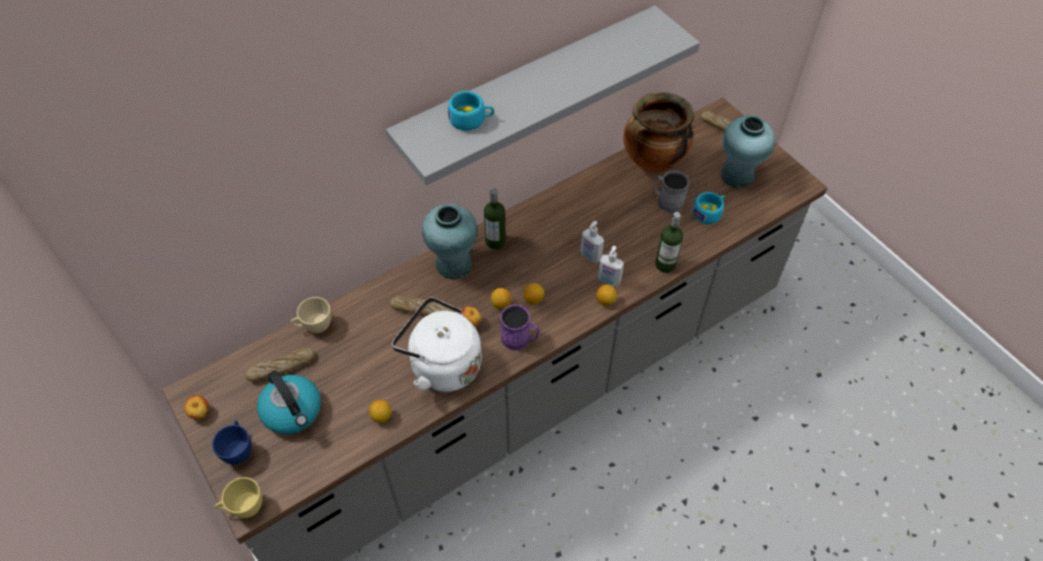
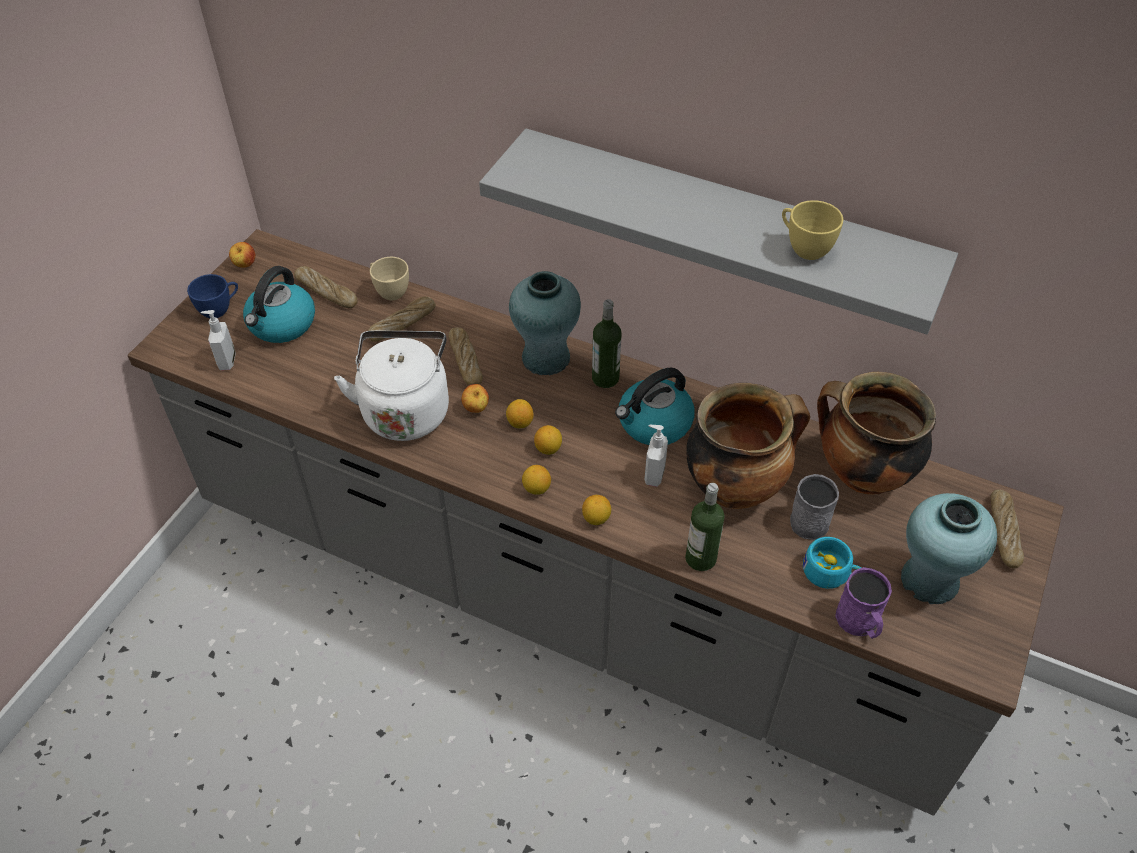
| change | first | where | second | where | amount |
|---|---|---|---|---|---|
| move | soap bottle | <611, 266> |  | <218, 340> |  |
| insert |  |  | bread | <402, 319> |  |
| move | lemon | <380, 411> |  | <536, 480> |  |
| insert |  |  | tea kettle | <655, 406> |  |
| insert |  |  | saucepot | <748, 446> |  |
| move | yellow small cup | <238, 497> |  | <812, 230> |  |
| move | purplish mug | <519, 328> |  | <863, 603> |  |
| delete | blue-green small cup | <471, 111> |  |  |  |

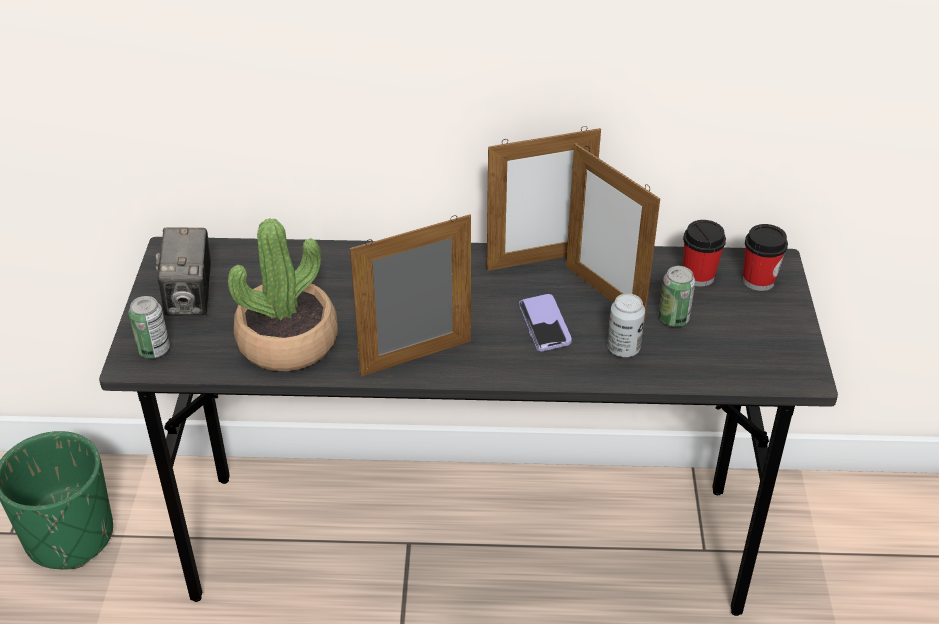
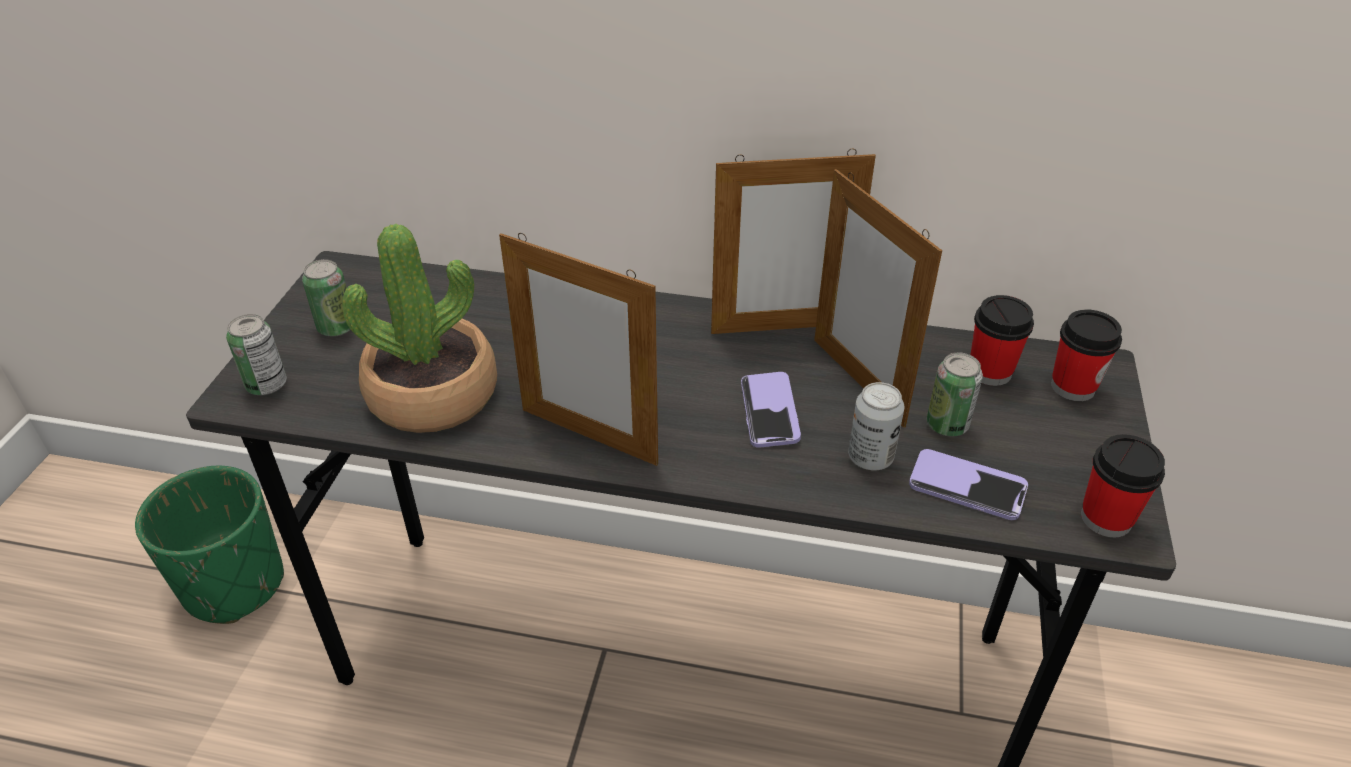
| change | first | where | second | where | amount |
|---|---|---|---|---|---|
| replace | photo camera | <183, 271> | sealed can | <326, 298> |  |
| rotate | picture frame | <410, 295> |  | <578, 349> | 135 degrees counterclockwise |
| insert |  |  | handset | <968, 484> |  |
| insert |  |  | small cup | <1123, 485> |  |

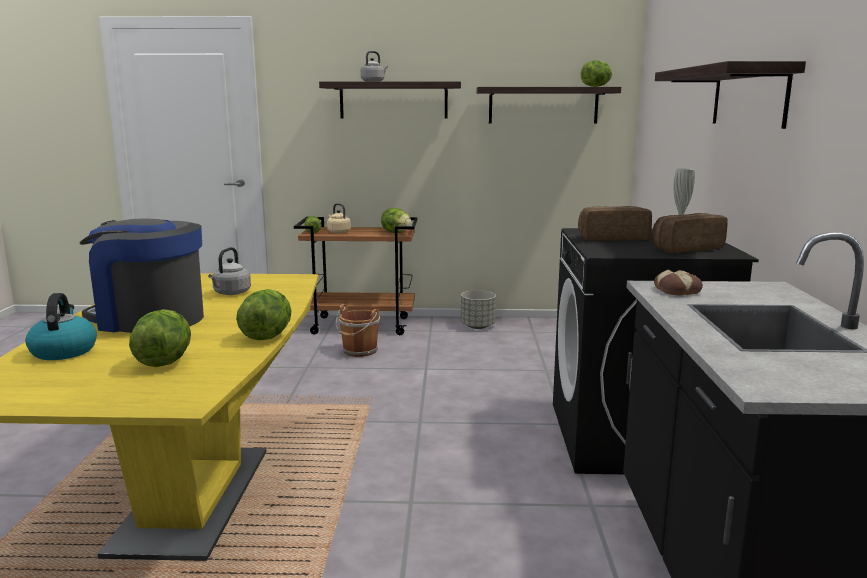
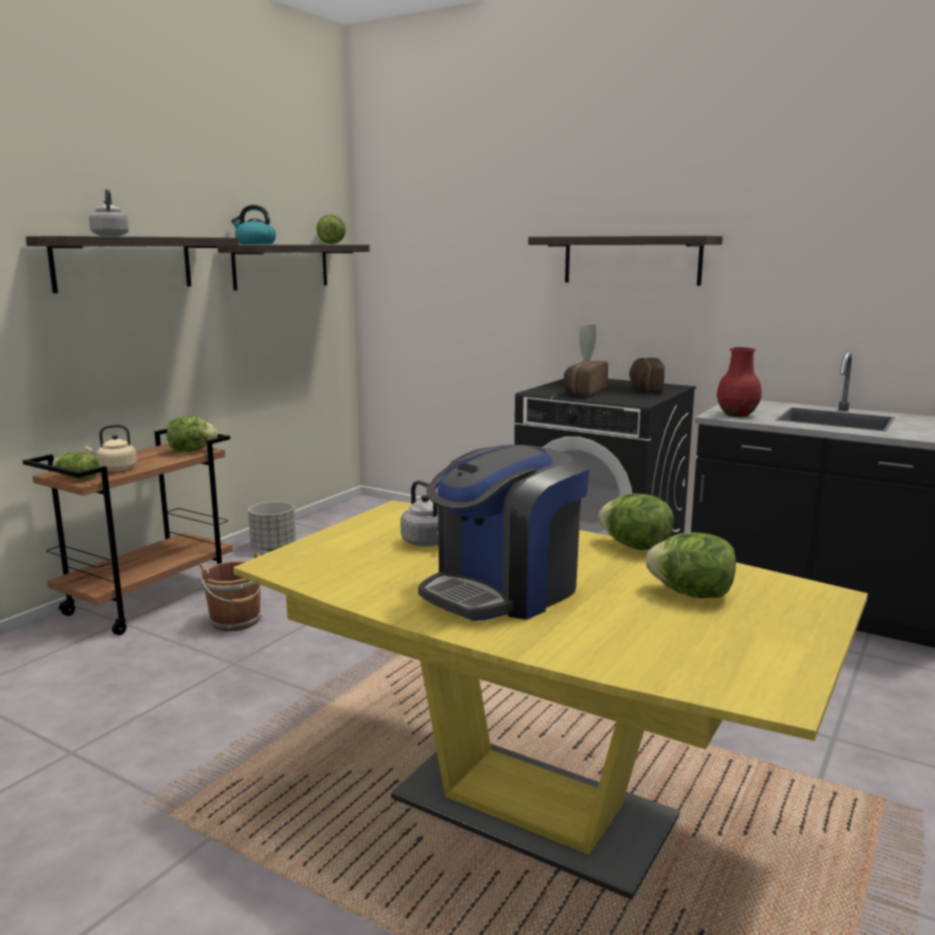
| change | first | where | second | where | amount |
|---|---|---|---|---|---|
| move | tea kettle | <61, 326> |  | <253, 224> |  |
| replace | bread | <678, 282> | reddish vase | <739, 382> |  |

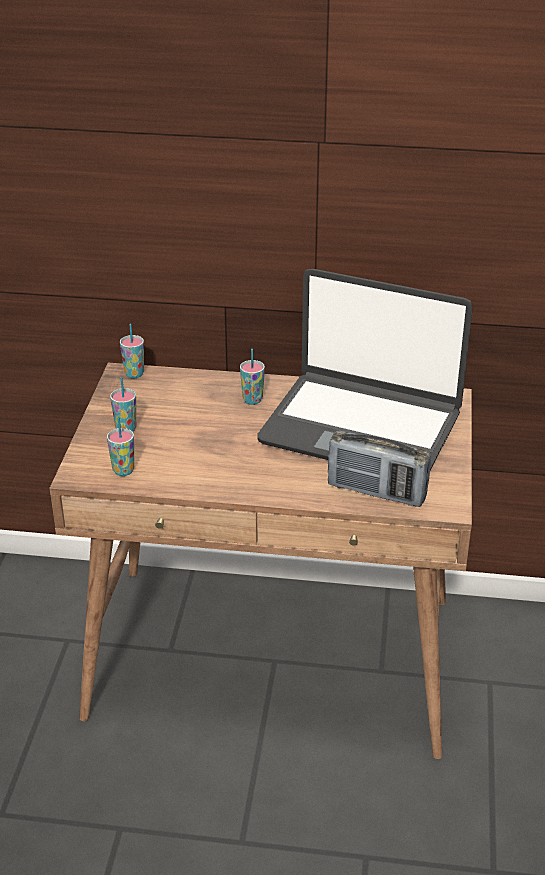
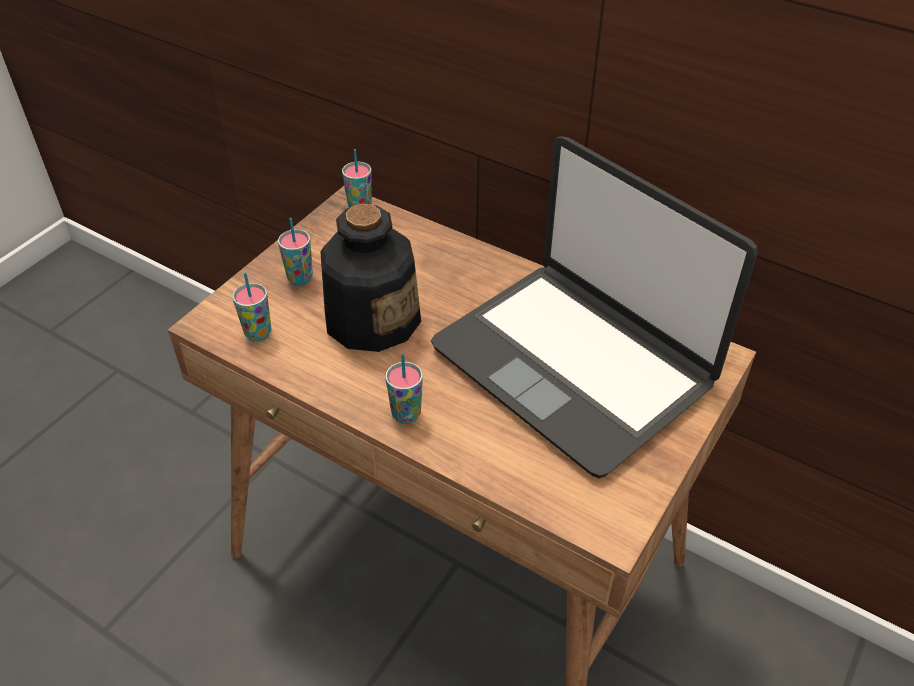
| change | first | where | second | where | amount |
|---|---|---|---|---|---|
| insert |  |  | drink bottle | <370, 278> |  |
| move | small cup | <252, 377> |  | <404, 388> |  |
| delete | radio receiver | <379, 468> |  |  |  |

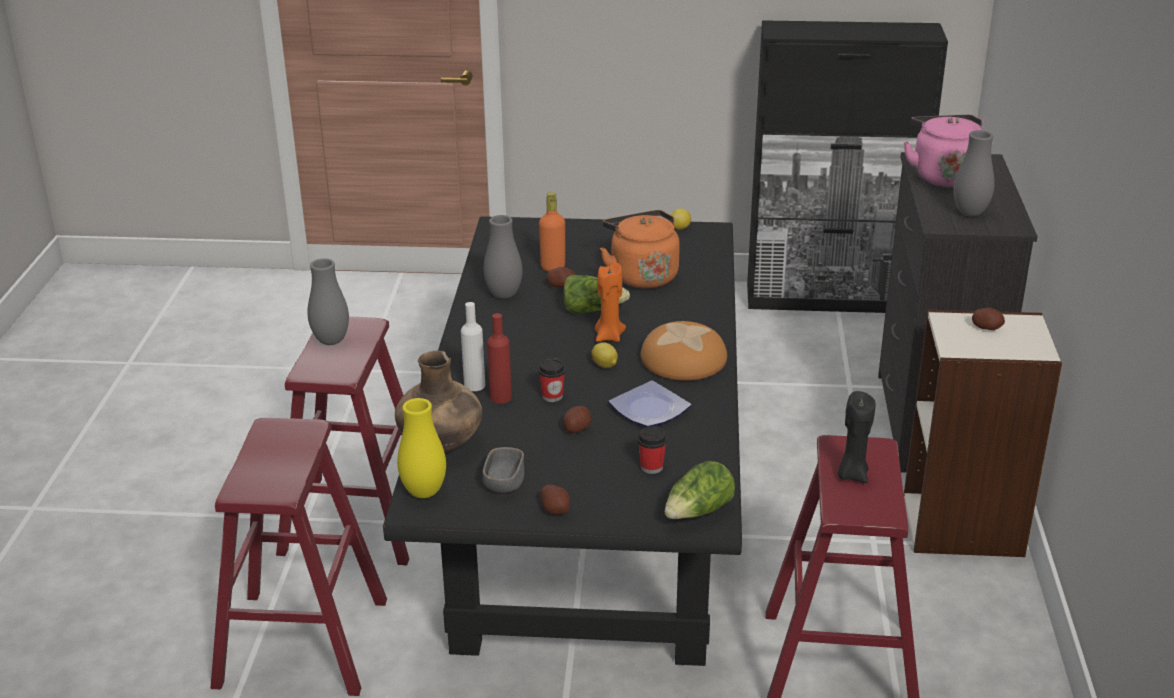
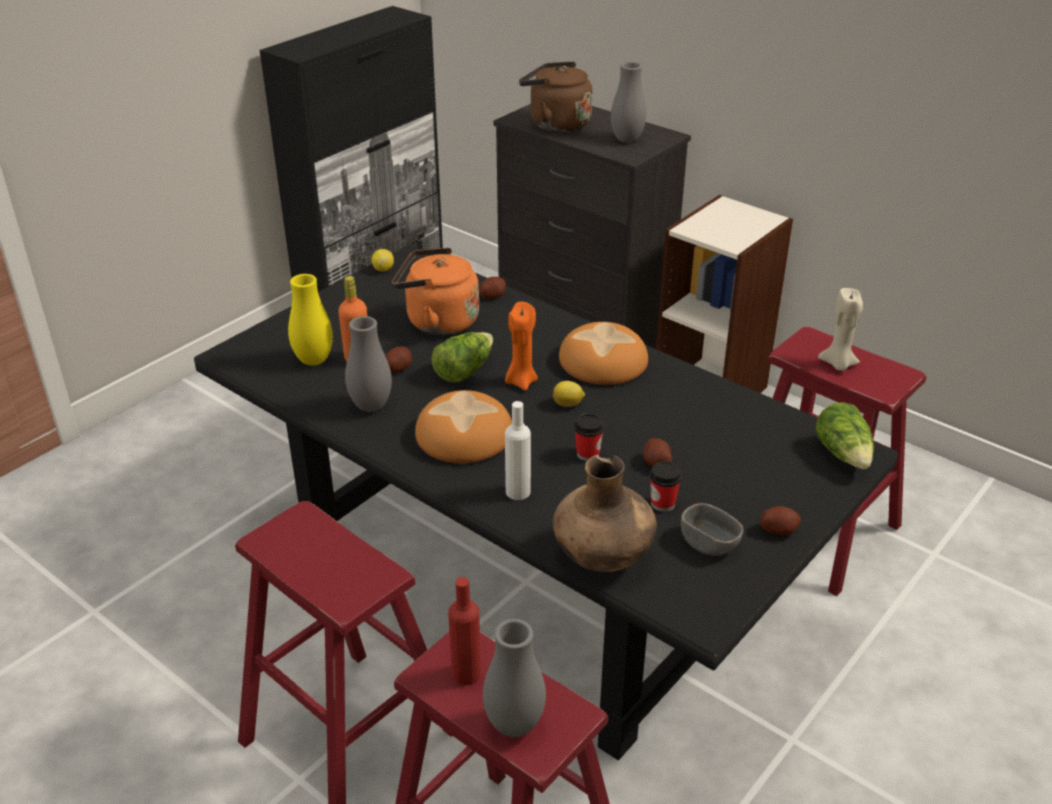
| change | first | where | second | where | amount |
|---|---|---|---|---|---|
| move | yellow vase | <421, 448> |  | <310, 320> |  |
| insert |  |  | bread | <463, 426> |  |
| move | reddish drink bottle | <499, 358> |  | <464, 631> |  |
| move | spud | <988, 318> |  | <492, 288> |  |
| move | grey vase | <328, 301> |  | <514, 678> |  |
| recolor | pink-coloured tea kettle | <943, 150> | brown tea kettle | <555, 97> |  |
| move | small cup | <652, 450> |  | <666, 486> |  |
| recolor | black wax candle | <856, 437> | sand-coloured wax candle | <840, 329> |  |
| delete | flat dish | <650, 404> |  |  |  |

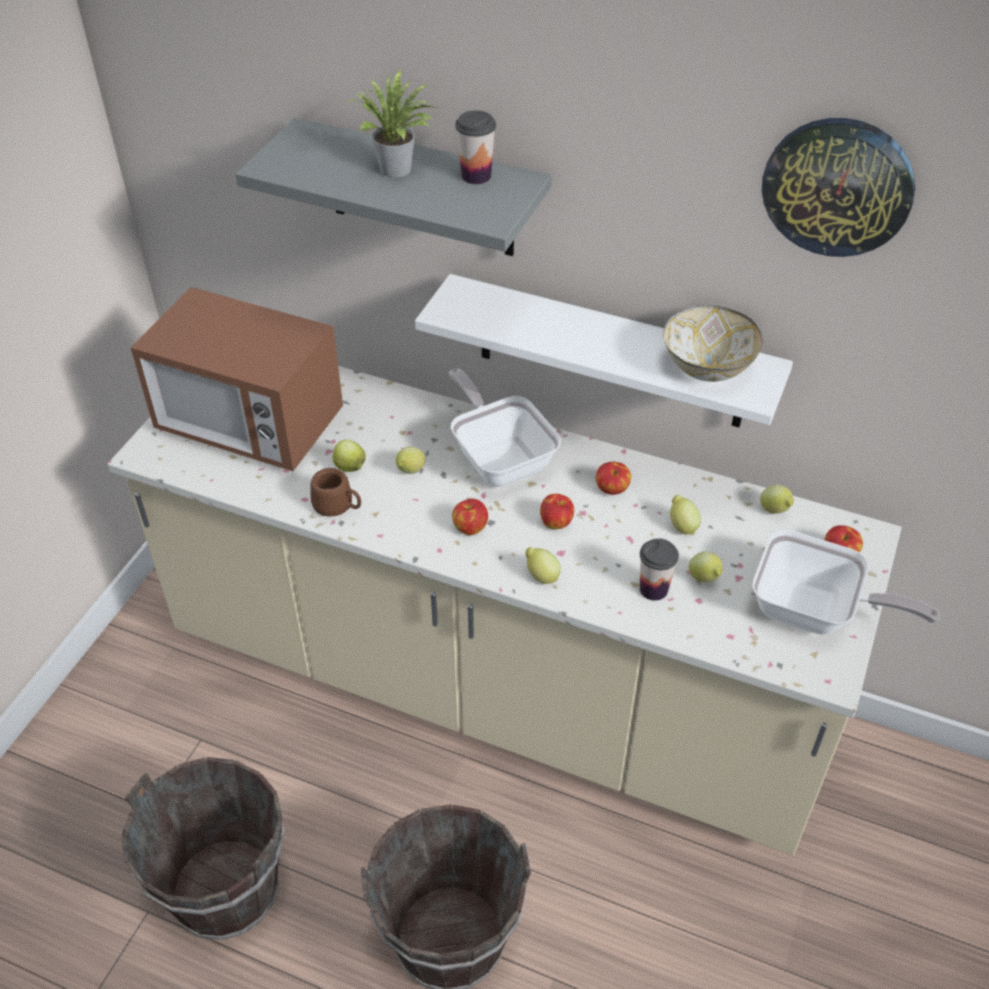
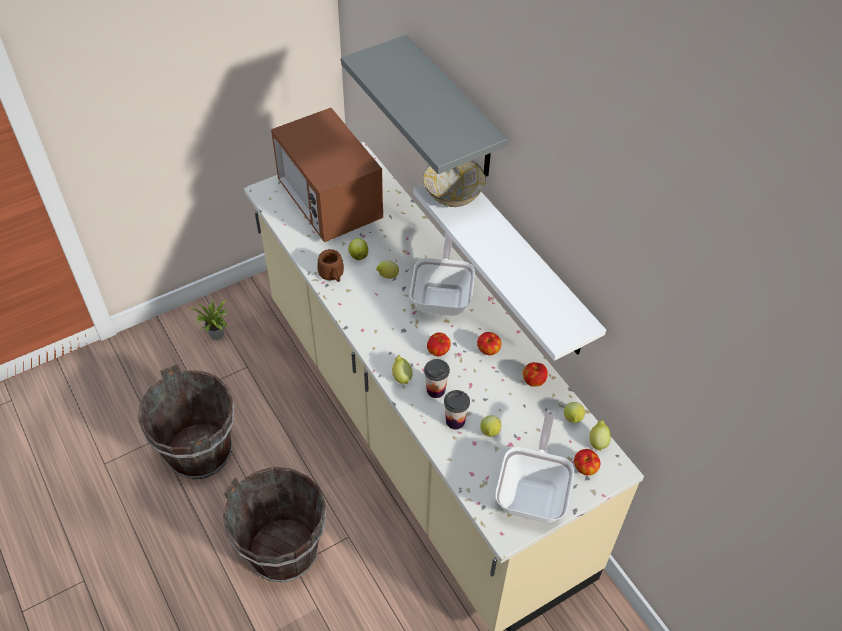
| change | first | where | second | where | amount |
|---|---|---|---|---|---|
| move | houseplant | <393, 123> |  | <207, 319> |  |
| move | serving bowl | <713, 343> |  | <454, 184> |  |
| move | small cup | <475, 147> |  | <437, 378> |  |
| rotate | skillet | <846, 582> |  | <534, 466> | 135 degrees counterclockwise |
| move | apple fruit | <470, 517> |  | <535, 374> |  |
| move | lemon | <685, 515> |  | <600, 435> |  |
| delete | clock on the wall | <838, 187> |  |  |  |

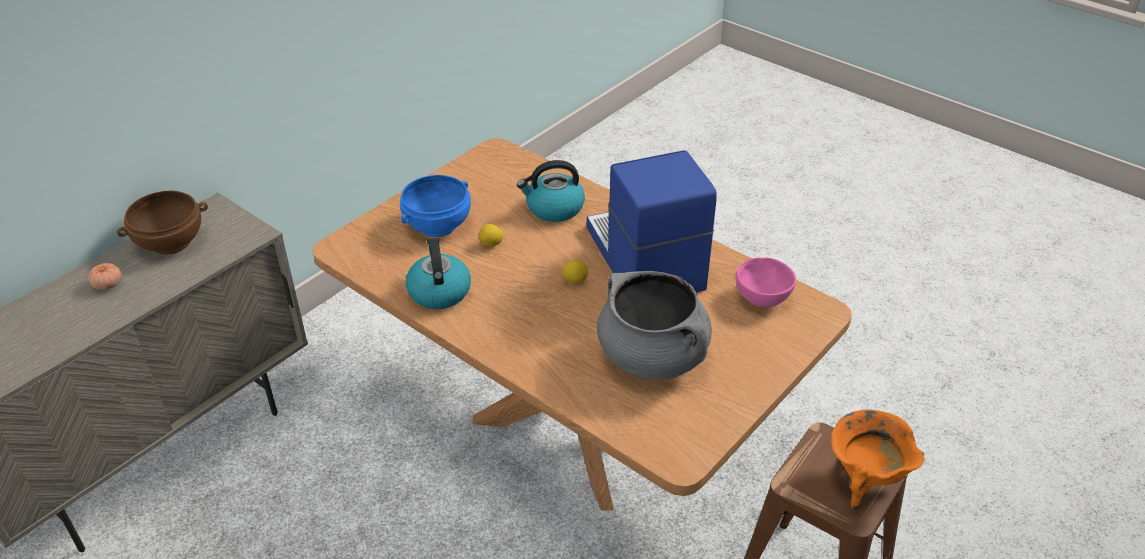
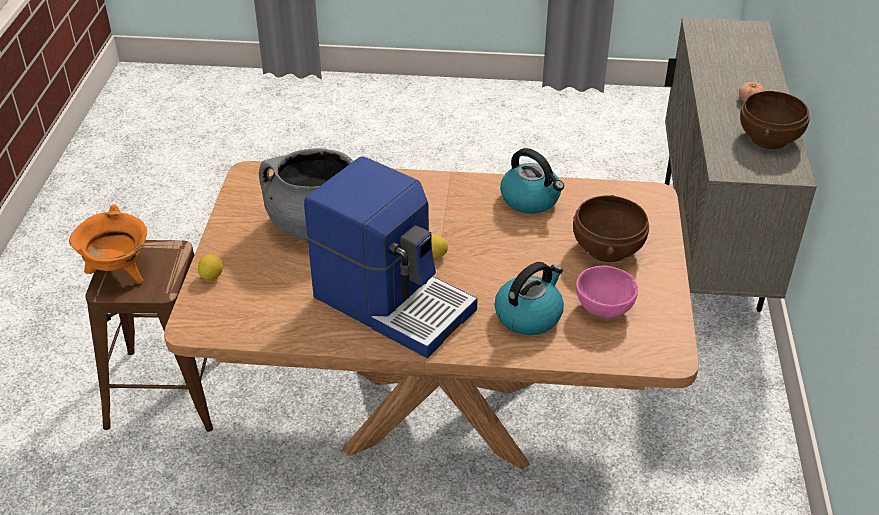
| change | first | where | second | where | amount |
|---|---|---|---|---|---|
| move | lemon | <491, 235> |  | <210, 267> |  |
| recolor | blue-coloured serving bowl | <435, 206> | brown serving bowl | <611, 228> |  |
| move | pink-coloured serving bowl | <765, 282> |  | <607, 291> |  |

